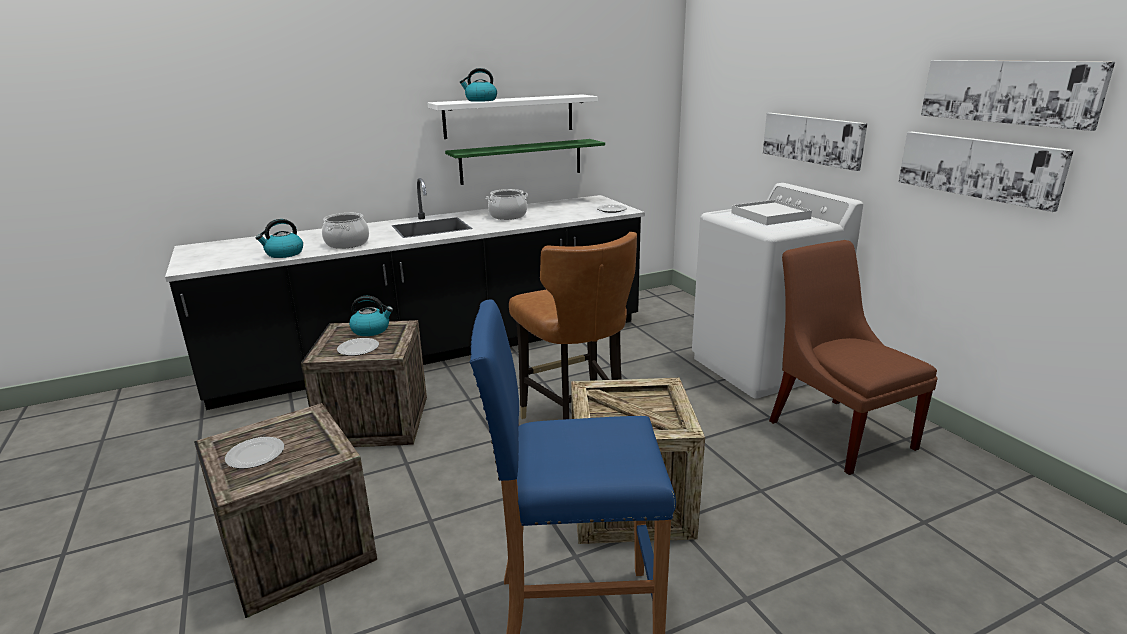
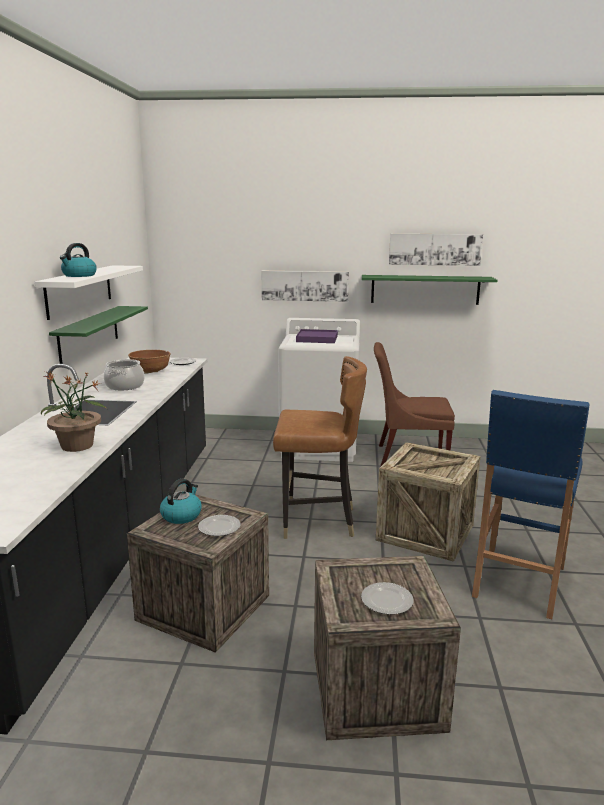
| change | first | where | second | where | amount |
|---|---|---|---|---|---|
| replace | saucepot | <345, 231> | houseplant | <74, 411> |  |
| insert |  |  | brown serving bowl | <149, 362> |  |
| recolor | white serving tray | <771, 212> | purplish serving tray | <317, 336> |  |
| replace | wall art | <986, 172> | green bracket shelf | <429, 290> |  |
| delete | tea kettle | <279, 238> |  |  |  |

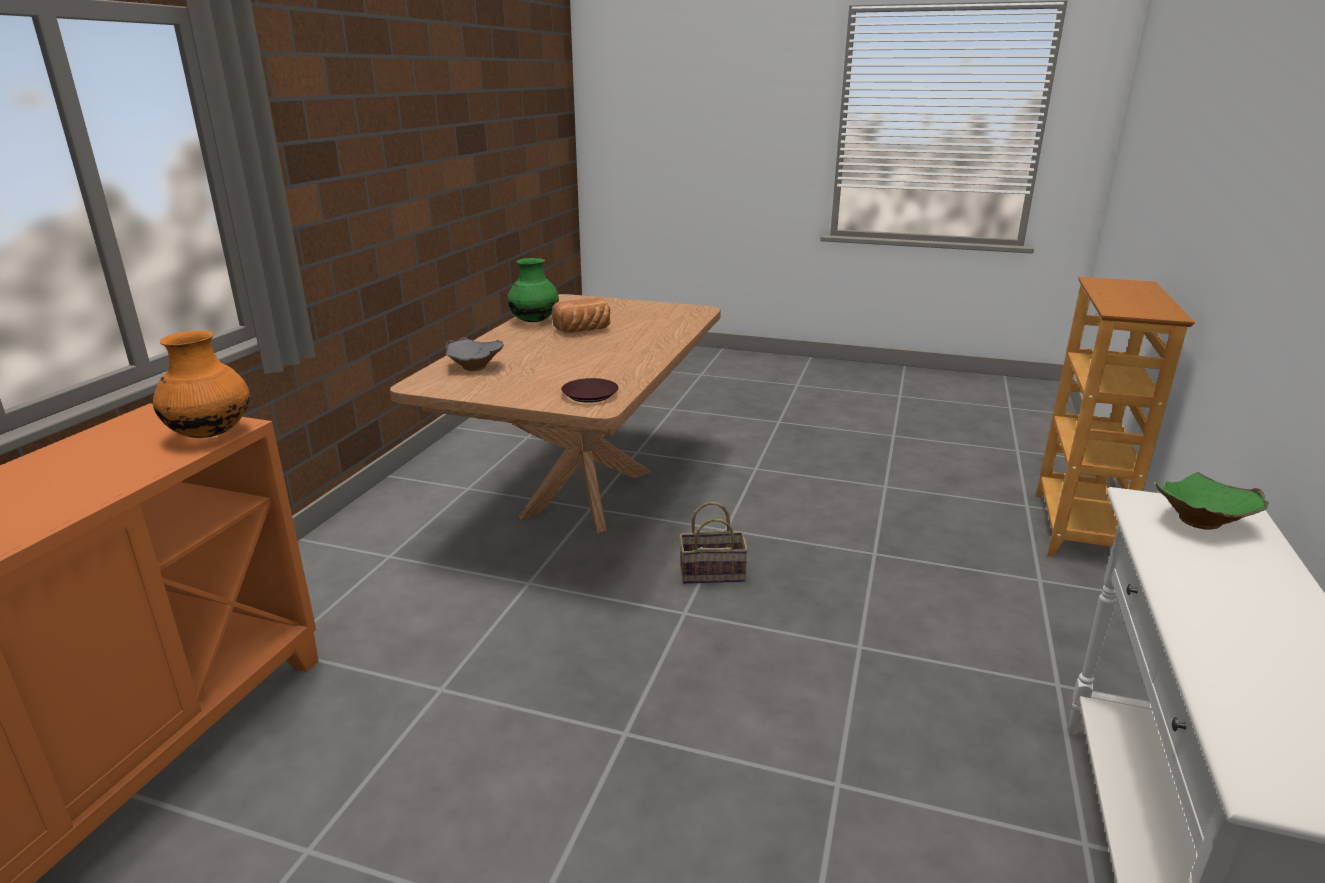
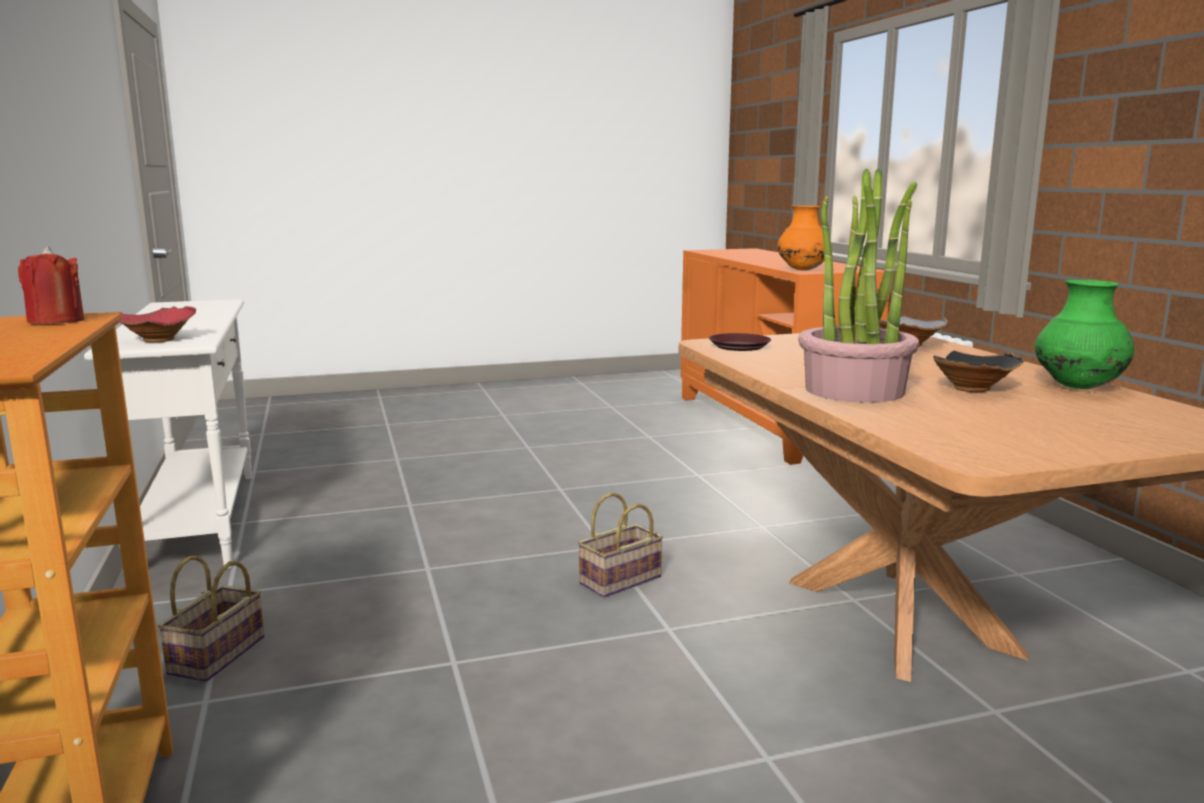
| change | first | where | second | where | amount |
|---|---|---|---|---|---|
| insert |  |  | reddish wax candle | <51, 285> |  |
| recolor | green serving bowl | <1212, 501> | reddish serving bowl | <157, 324> |  |
| insert |  |  | household basket | <211, 619> |  |
| insert |  |  | houseplant | <858, 285> |  |
| replace | bread | <581, 315> | black serving bowl | <978, 371> |  |

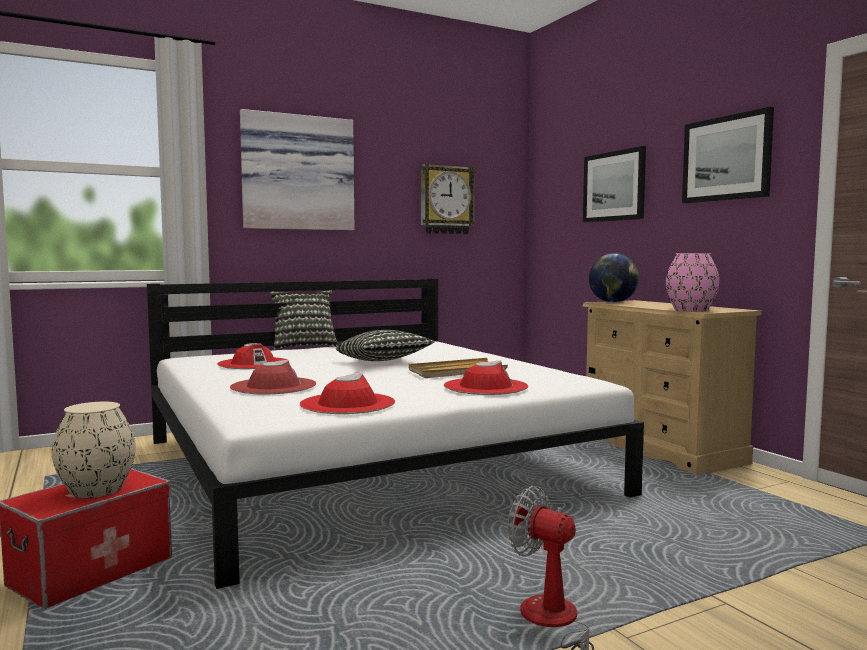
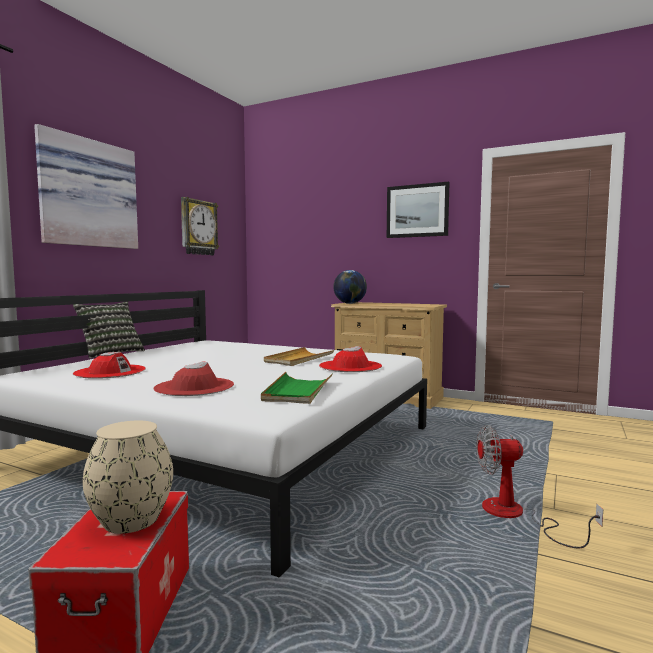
| change | first | where | second | where | amount |
|---|---|---|---|---|---|
| replace | reddish wearable hat | <347, 393> | green serving tray | <296, 388> |  |
| delete | throw pillow | <385, 345> |  |  |  |
| delete | wall art | <614, 184> |  |  |  |
| delete | pink-coloured vase | <692, 282> |  |  |  |

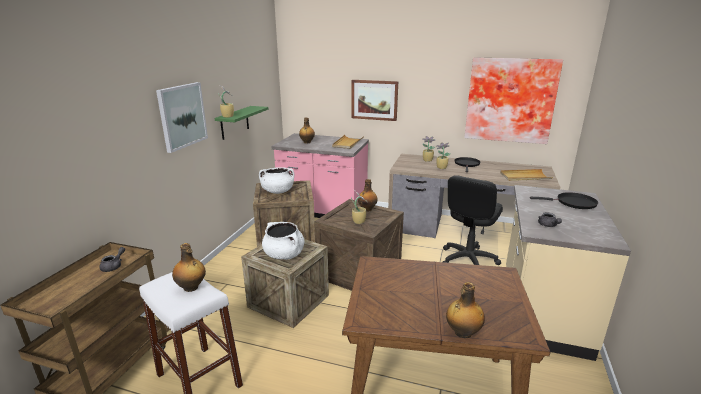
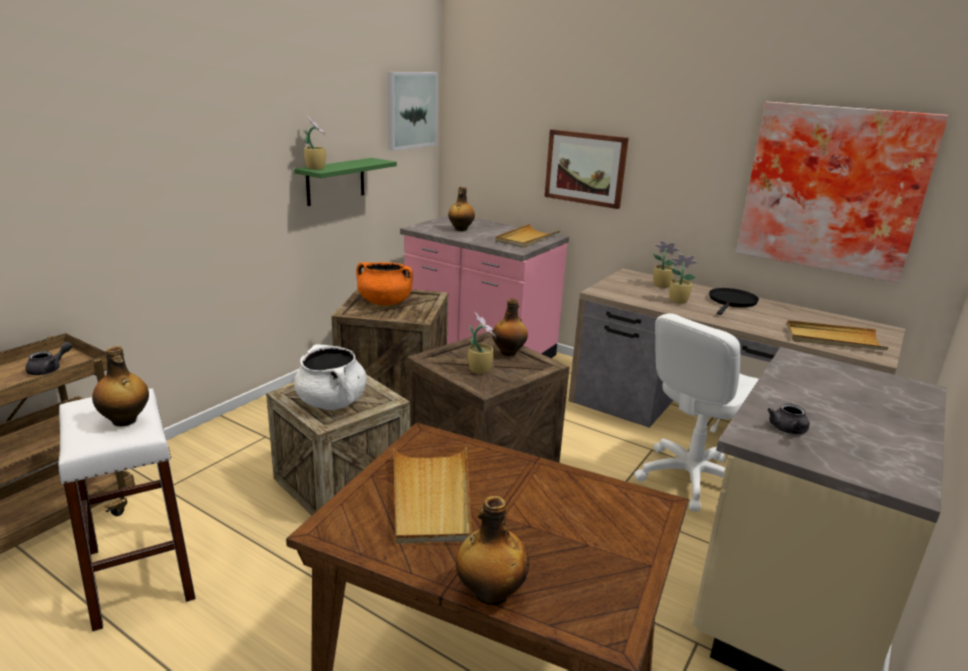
| change | first | where | second | where | amount |
|---|---|---|---|---|---|
| recolor | white saucepot | <276, 181> | orange-coloured saucepot | <384, 283> |  |
| move | wall art | <182, 117> |  | <413, 111> |  |
| insert |  |  | sand-coloured serving tray | <432, 495> |  |
| recolor | black office chair | <473, 220> | white office chair | <696, 412> |  |
| delete | black skillet | <564, 200> |  |  |  |

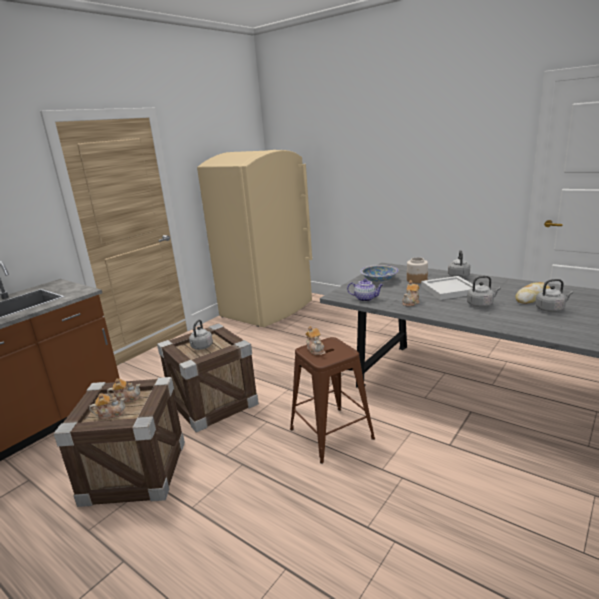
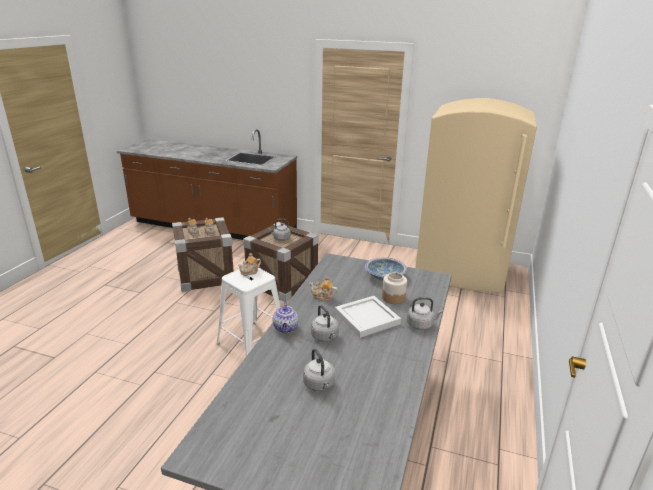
| change | first | where | second | where | amount |
|---|---|---|---|---|---|
| recolor | brown sitting stool | <332, 400> | white sitting stool | <248, 312> |  |
| move | pot for tea | <365, 290> |  | <286, 317> |  |
| delete | bread | <532, 293> |  |  |  |

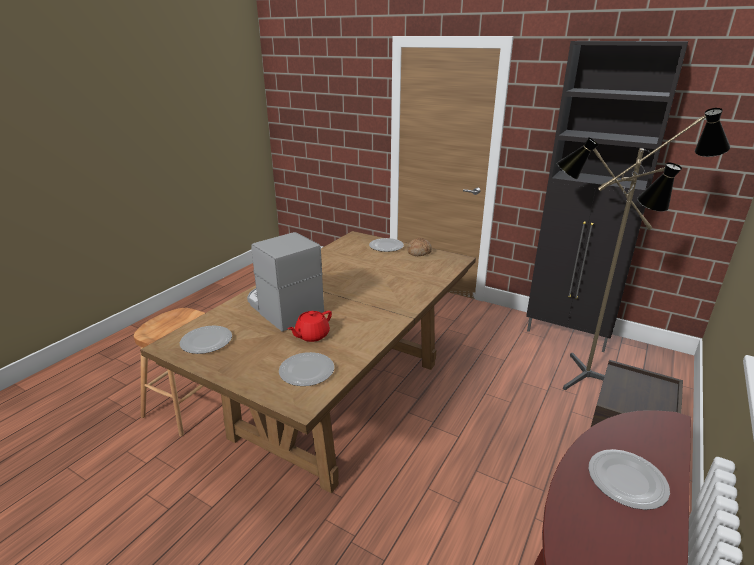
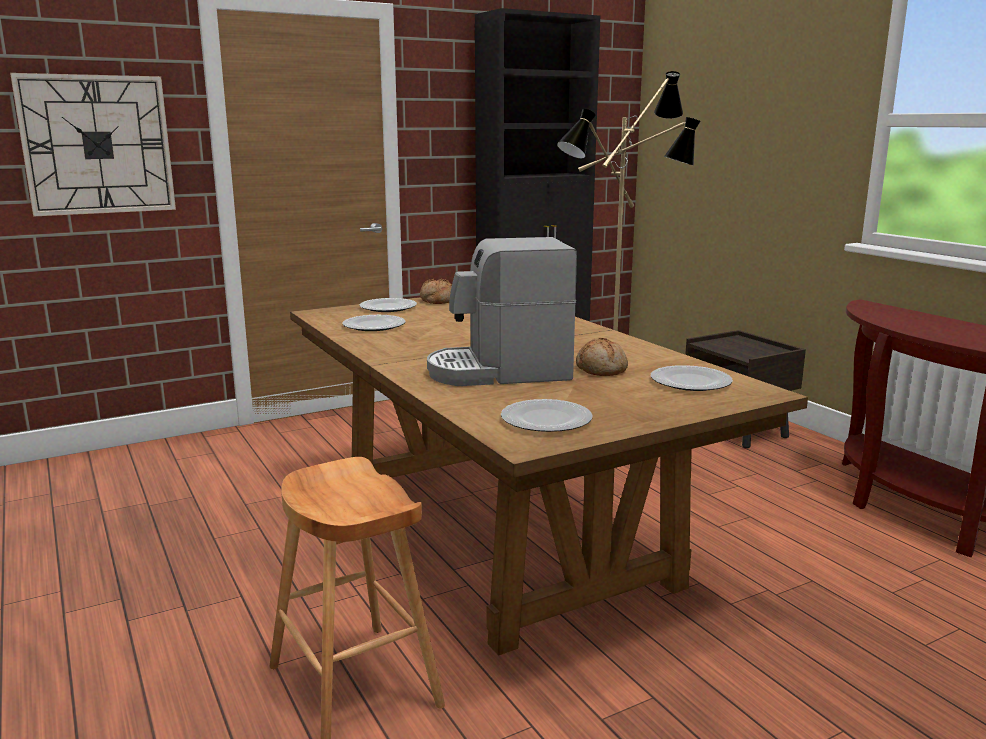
| change | first | where | second | where | amount |
|---|---|---|---|---|---|
| insert |  |  | clock on the wall | <93, 145> |  |
| move | flat dish | <629, 479> |  | <373, 323> |  |
| replace | reddish pot for tea | <310, 326> | bread | <602, 357> |  |

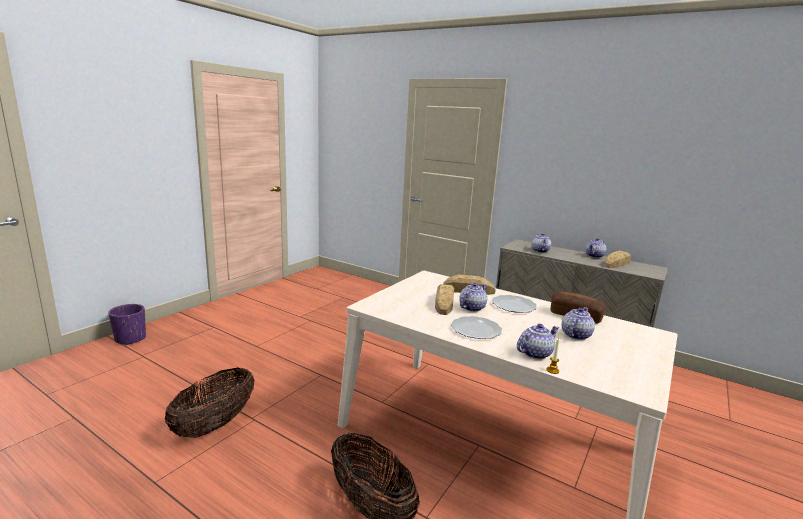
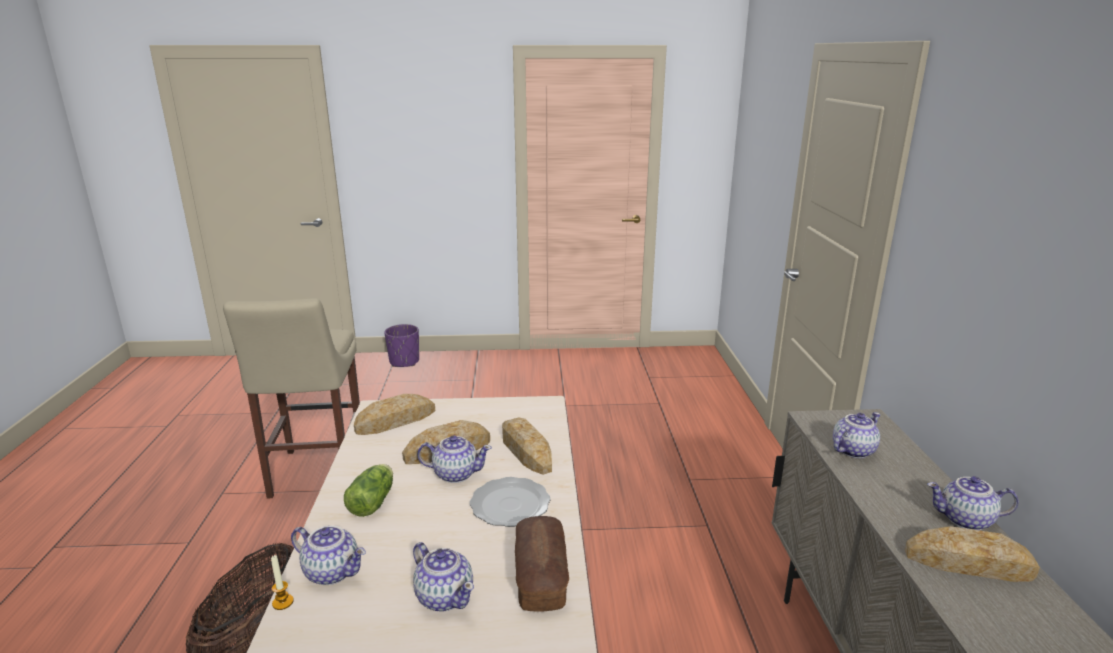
| change | first | where | second | where | amount |
|---|---|---|---|---|---|
| replace | household basket | <210, 403> | sand-coloured sitting stool | <291, 398> |  |
| replace | flat dish | <476, 327> | lettuce head | <368, 490> |  |
| insert |  |  | bread | <394, 414> |  |
| rotate | pot for tea | <578, 323> |  | <443, 577> | 45 degrees clockwise |

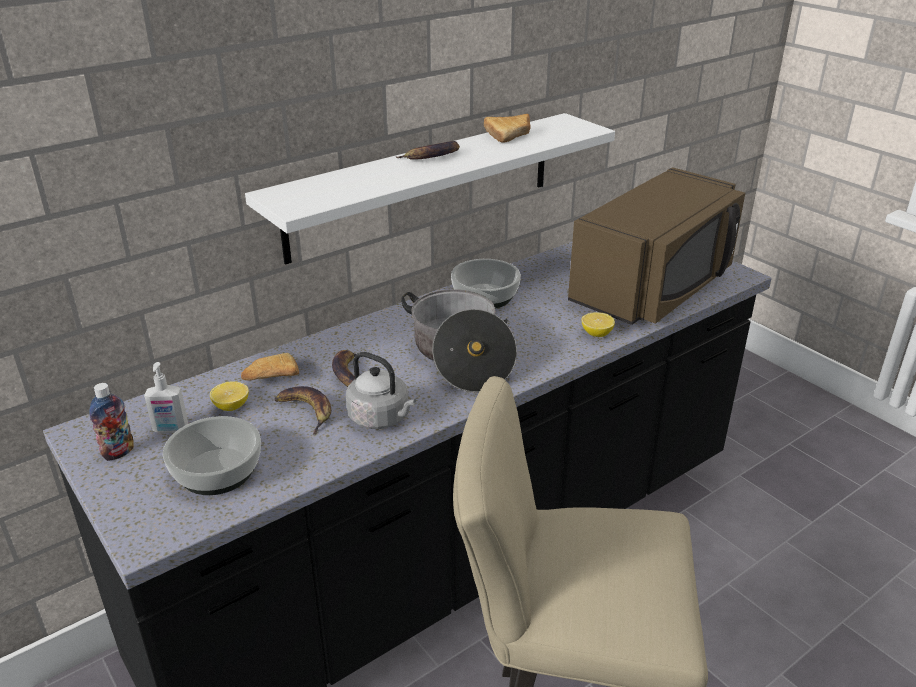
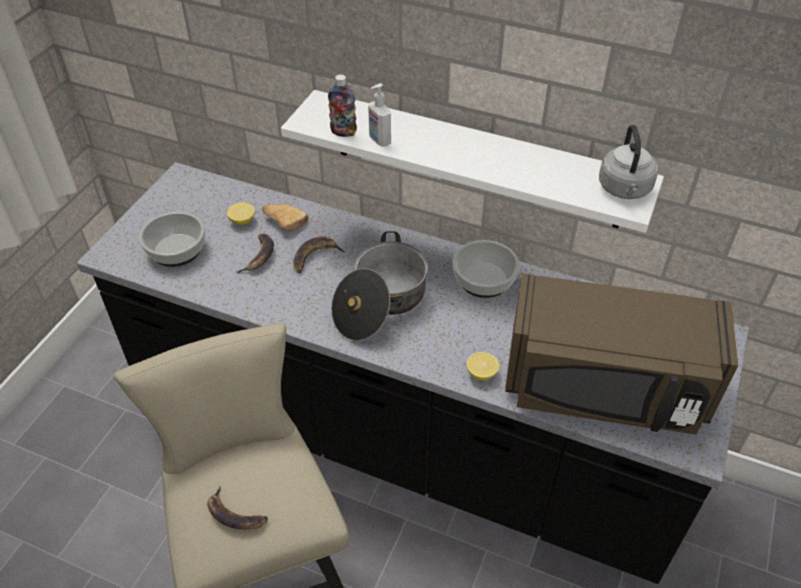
| change | first | where | second | where | amount |
|---|---|---|---|---|---|
| move | banana fruit | <427, 150> |  | <237, 508> |  |
| move | drink bottle | <111, 422> |  | <342, 105> |  |
| move | soap bottle | <166, 397> |  | <379, 115> |  |
| move | grey tea kettle | <381, 390> |  | <628, 162> |  |
| delete | bread | <507, 128> |  |  |  |

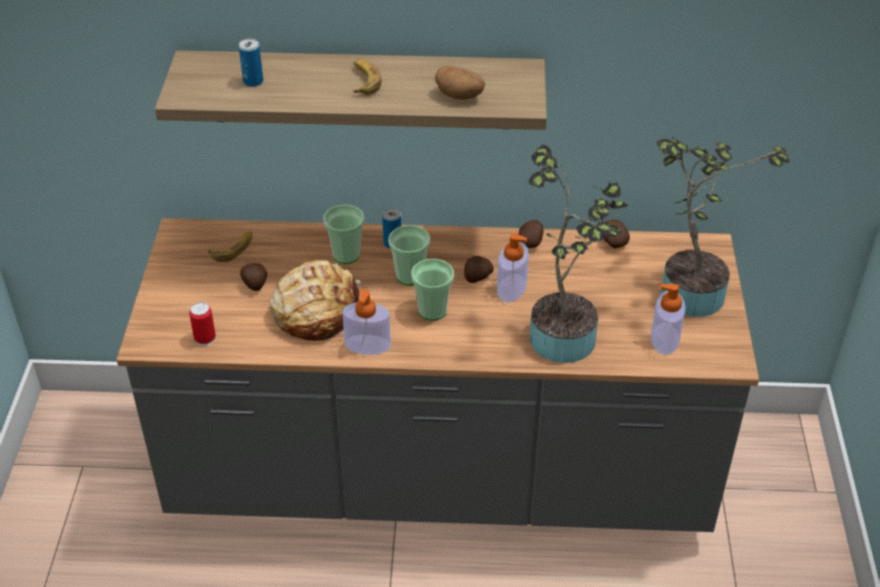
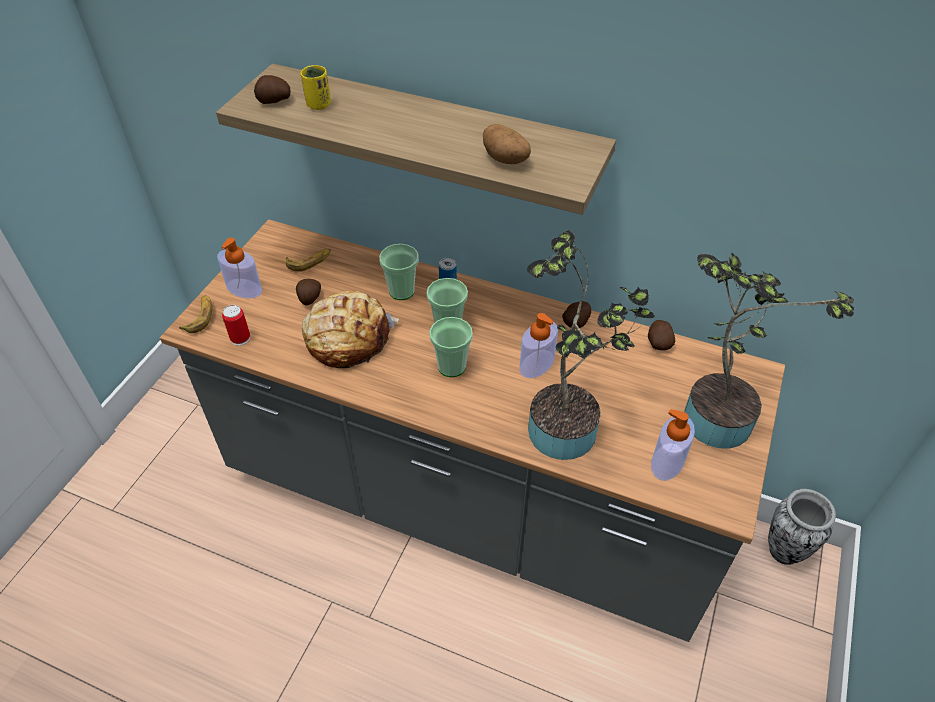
| change | first | where | second | where | amount |
|---|---|---|---|---|---|
| move | banana fruit | <367, 77> |  | <195, 314> |  |
| move | soap bottle | <366, 322> |  | <239, 268> |  |
| move | spud | <479, 269> |  | <272, 89> |  |
| replace | sealed can | <251, 63> | yellow small cup | <315, 87> |  |
| insert |  |  | vase | <802, 527> |  |

